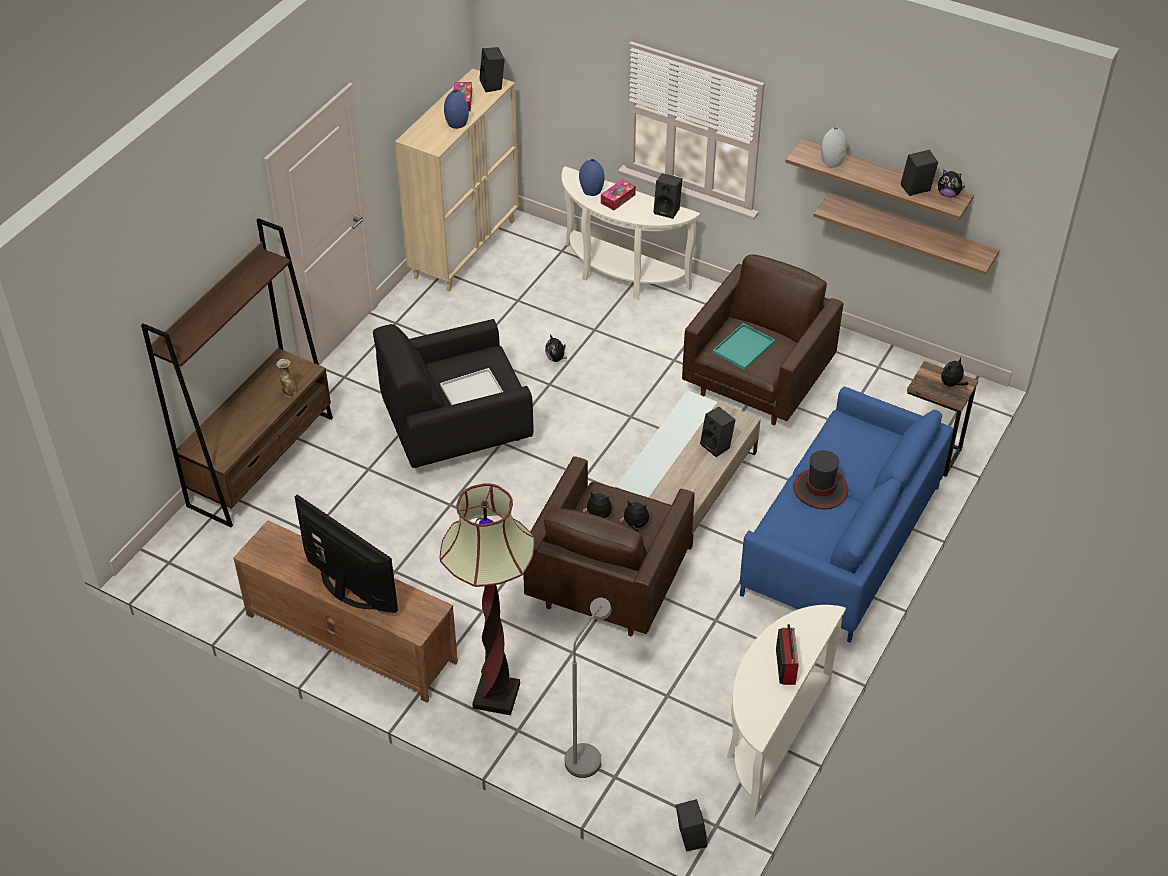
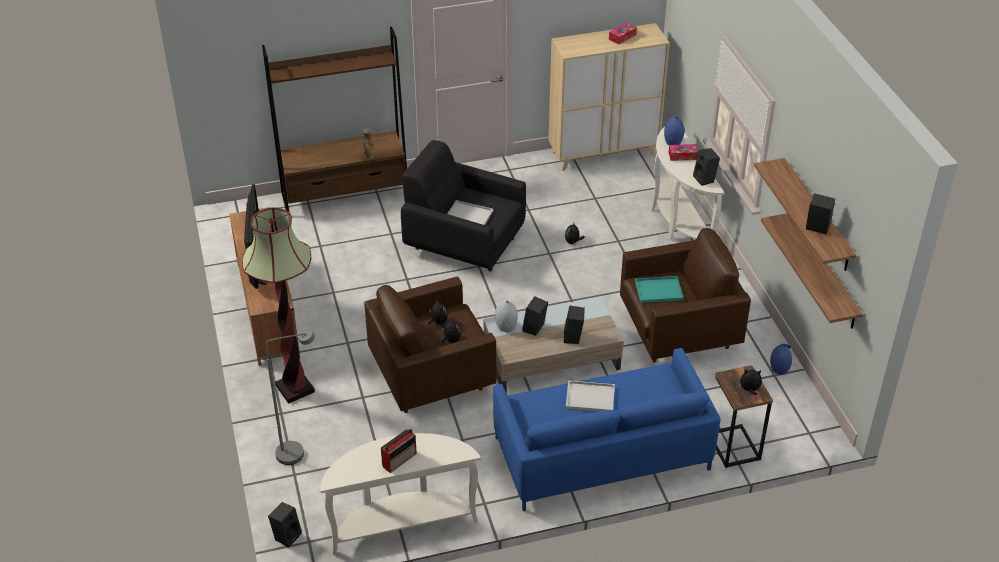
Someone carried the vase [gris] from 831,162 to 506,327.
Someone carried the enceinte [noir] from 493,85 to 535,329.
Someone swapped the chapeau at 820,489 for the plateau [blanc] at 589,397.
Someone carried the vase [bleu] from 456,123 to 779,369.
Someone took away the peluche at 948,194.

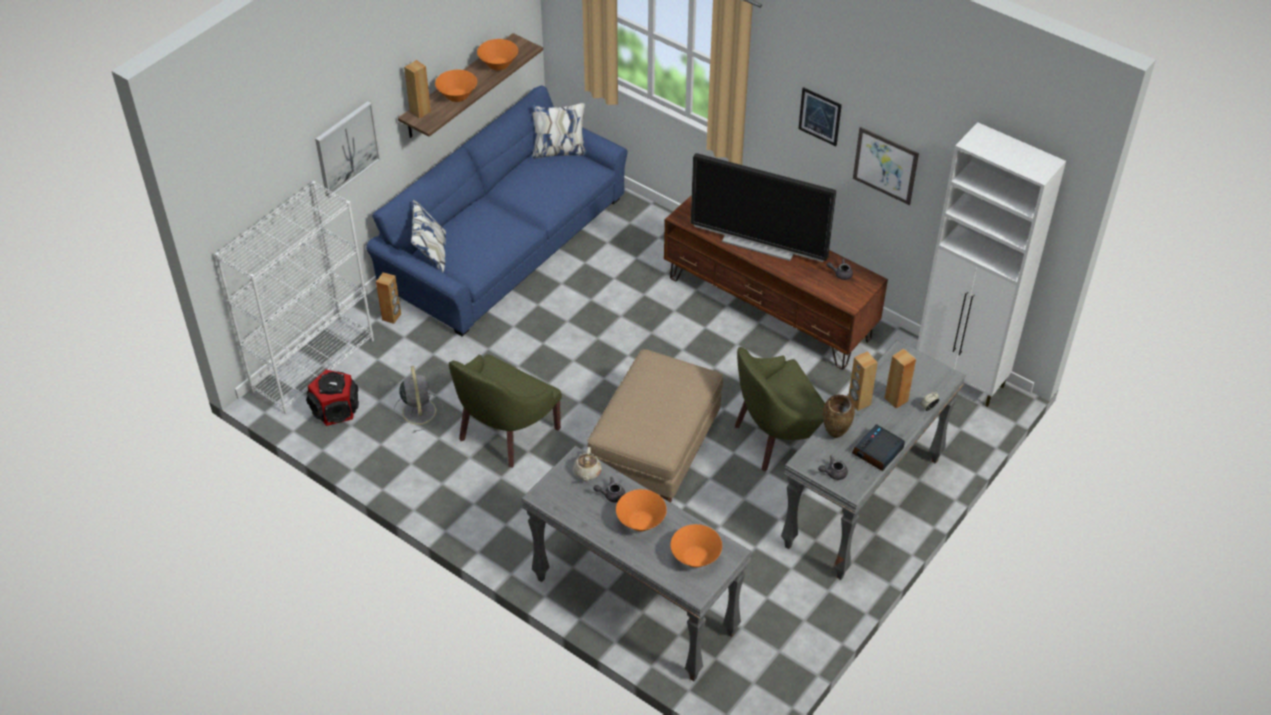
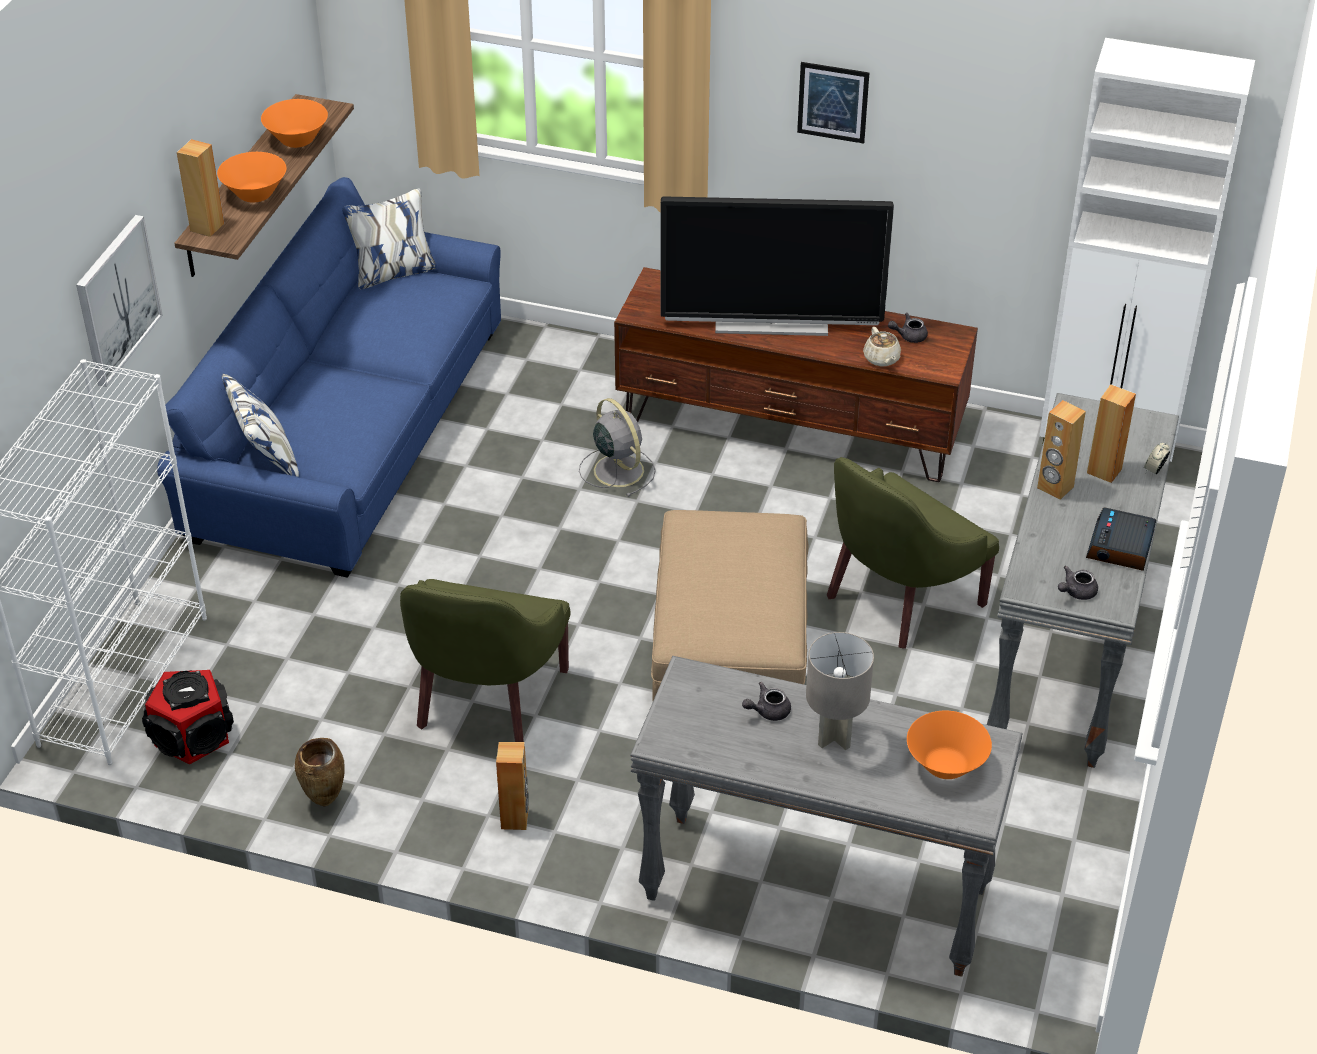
Someone carried the vase [marron] from 835,435 to 325,802.
Someone carried the enceinte [marron] from 391,317 to 515,818.
Someone carried the ventilateur [gris] from 419,410 to 617,469.
Someone swapped the bol [orange] at 641,522 for the lampe de table [gris] at 835,737.
Someone carried the théière [beige] from 587,472 to 882,359.
Someone took away the tableau at 885,165.

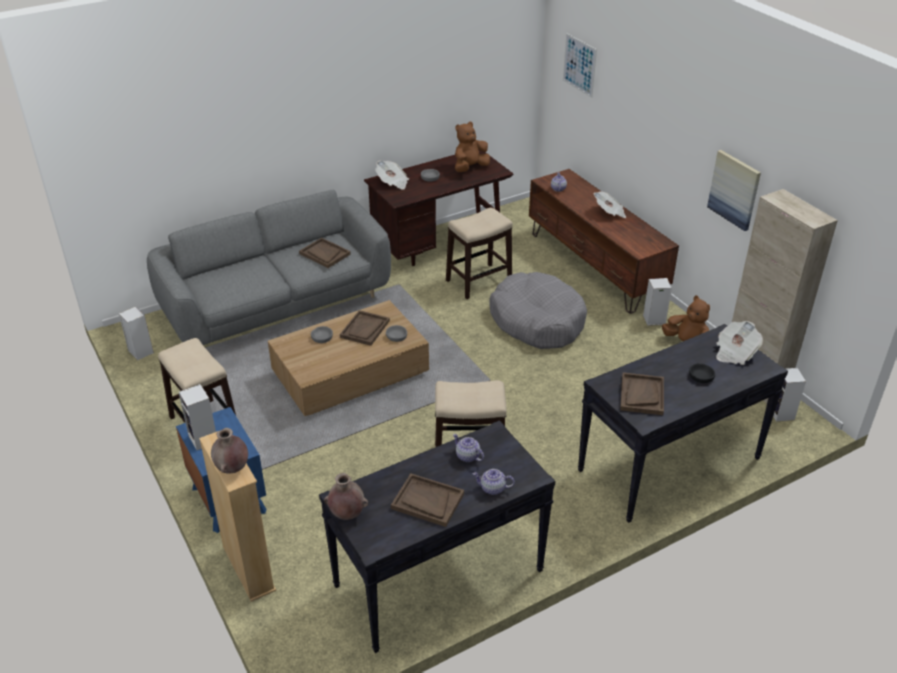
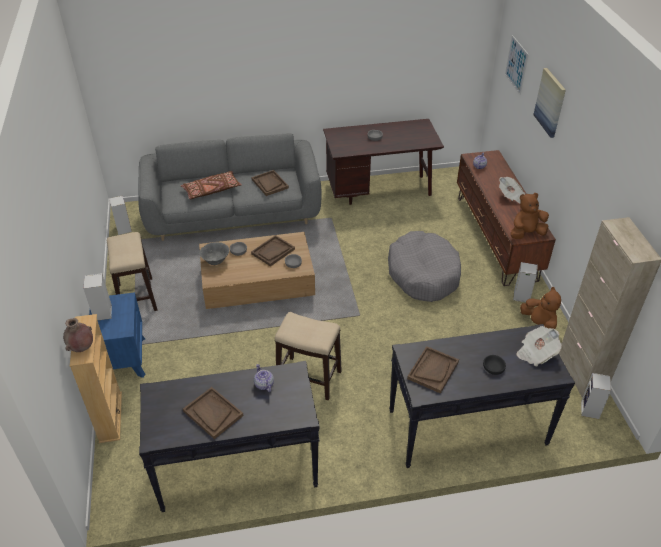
Someone put down the coussin [marron] at 211,190.
Someone put down the bol [gris] at 215,261.
Someone carried the peluche [marron] from 470,168 to 526,234.
Someone carried the tableau from 734,189 to 550,102.
Someone took away the vase [marron] at 347,514.
Someone took away the journal at 392,183.
Someone took away the tabouret at 478,281.
Someone took away the théière at 492,489.

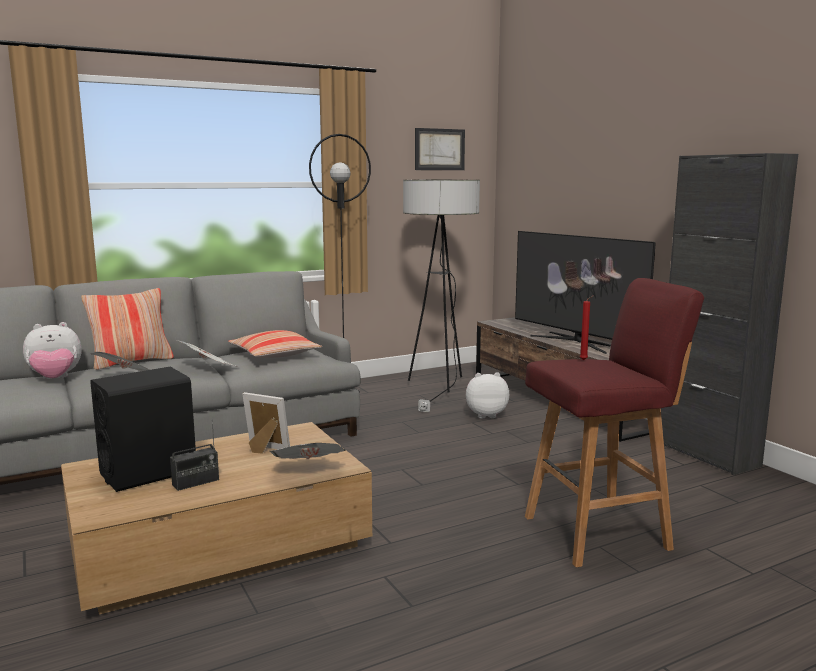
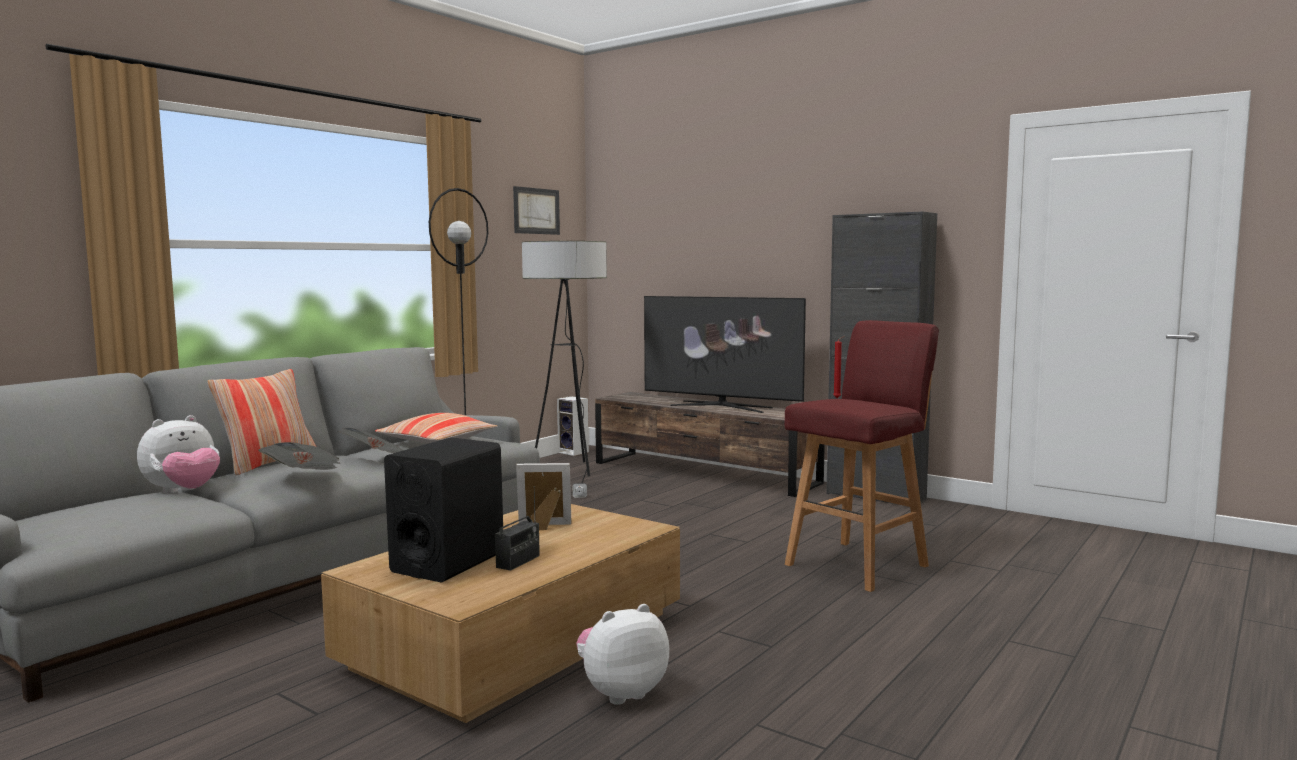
Someone put down the enceinte at 574,452.
Someone carried the peluche from 485,415 to 621,692.
Someone took away the journal at 308,471.

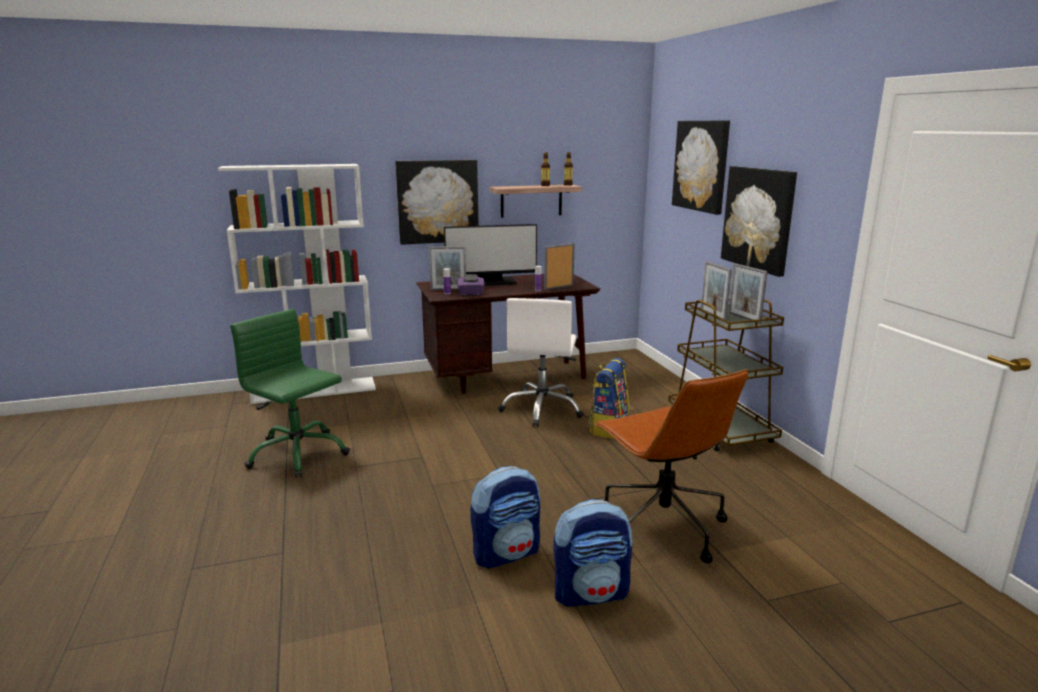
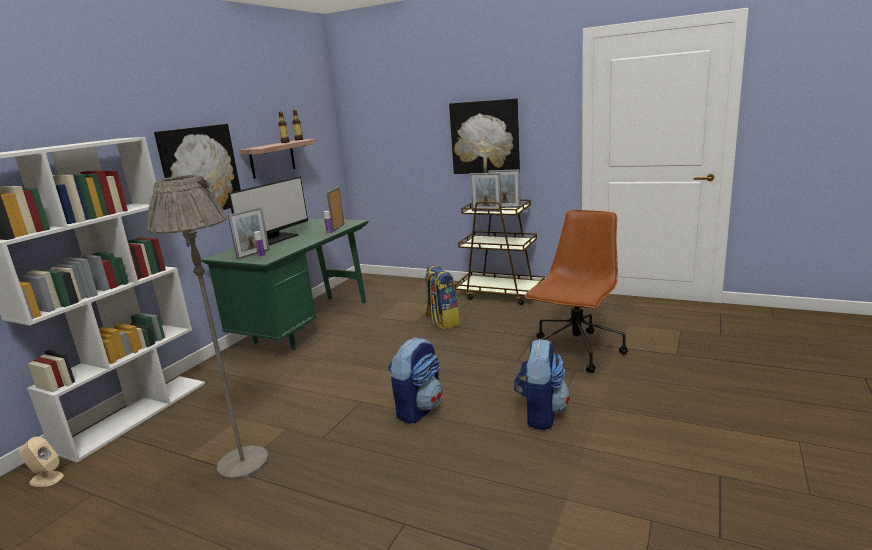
Someone put down the enceinte [beige] at 46,479.
Someone swapped the chaise de bureau [vert] at 297,454 for the lampadaire [gris] at 243,463.
Someone repainted the bureau [marron] at 507,378, which became the bureau [vert] at 307,325.
Someone carried the sac à dos from 591,593 to 419,409.
Someone rotated the chaise de bureau [marron] at 661,526 by 75 degrees counterclockwise.
Someone took away the boîte à mouchoirs [violet] at 471,293.
Someone took away the chaise de bureau [blanc] at 542,409.
Someone took away the tableau at 701,166.

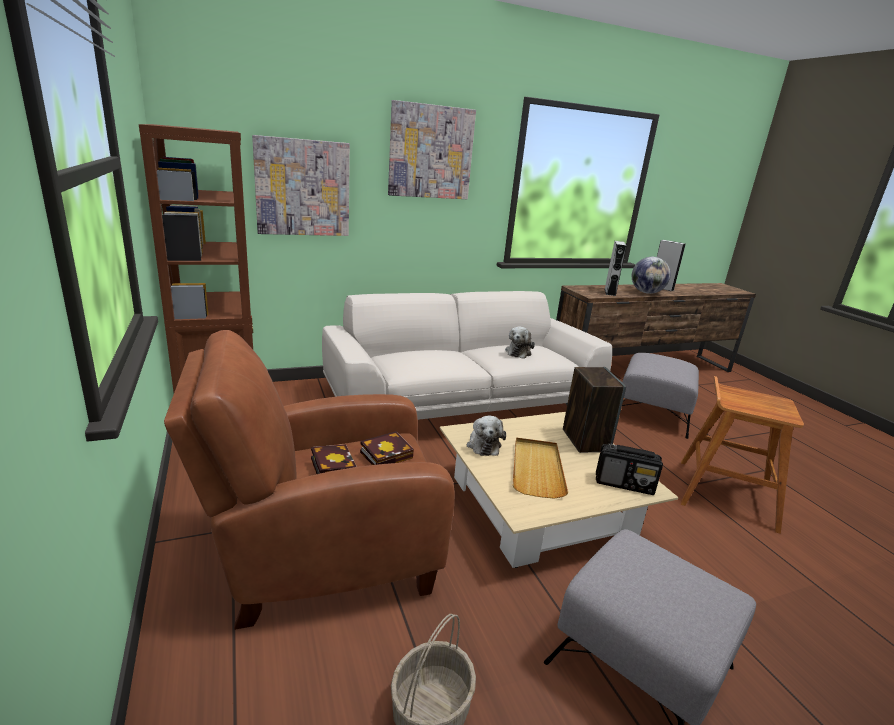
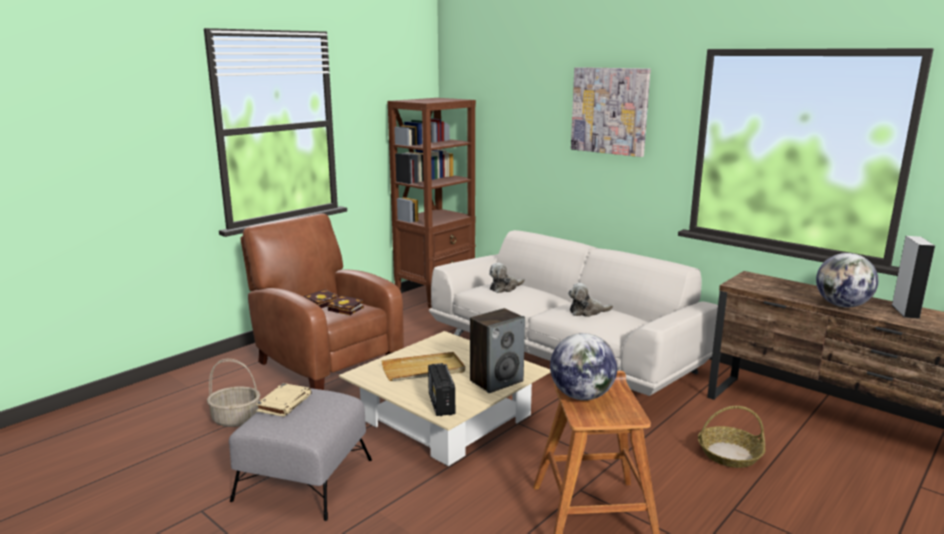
Someone put down the livre [beige] at 284,403.
Someone carried the peluche from 483,444 to 504,288.
Someone put down the globe at 581,396.
Someone swapped the pouf [gris] at 651,414 for the panier at 729,454.
Someone took away the tableau at 303,188.
Someone took away the enceinte [gris] at 610,292.

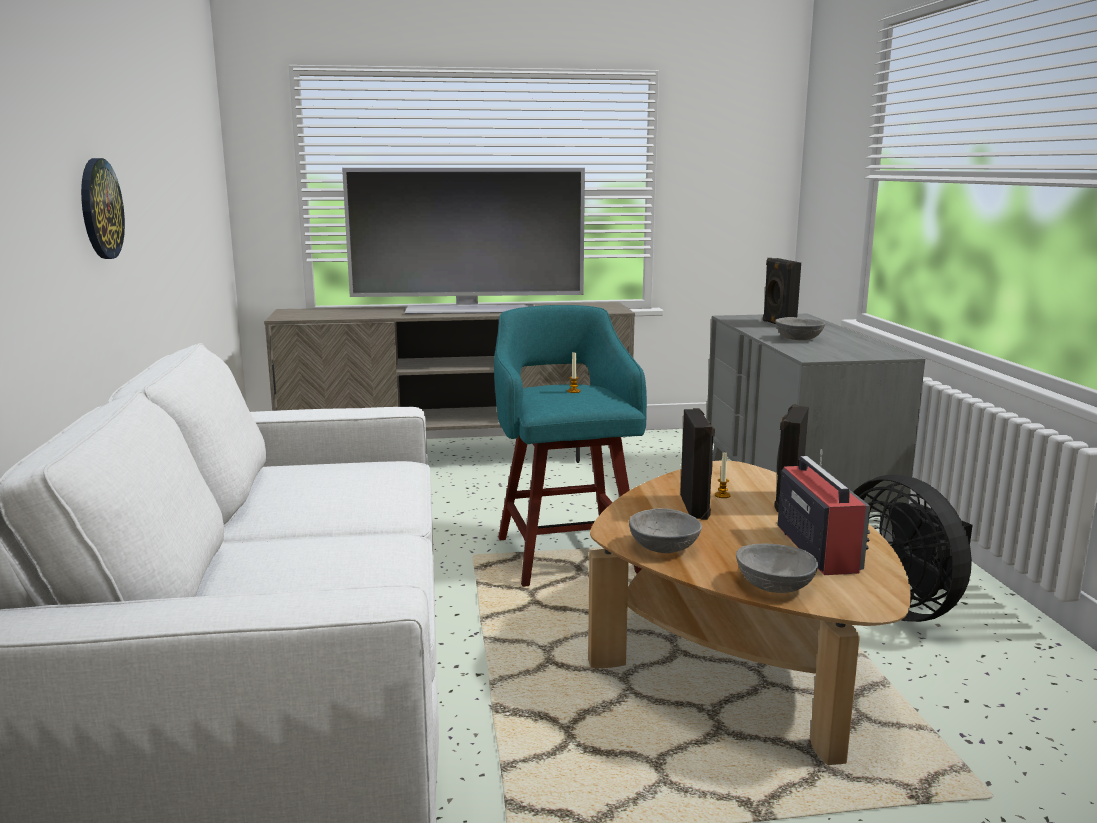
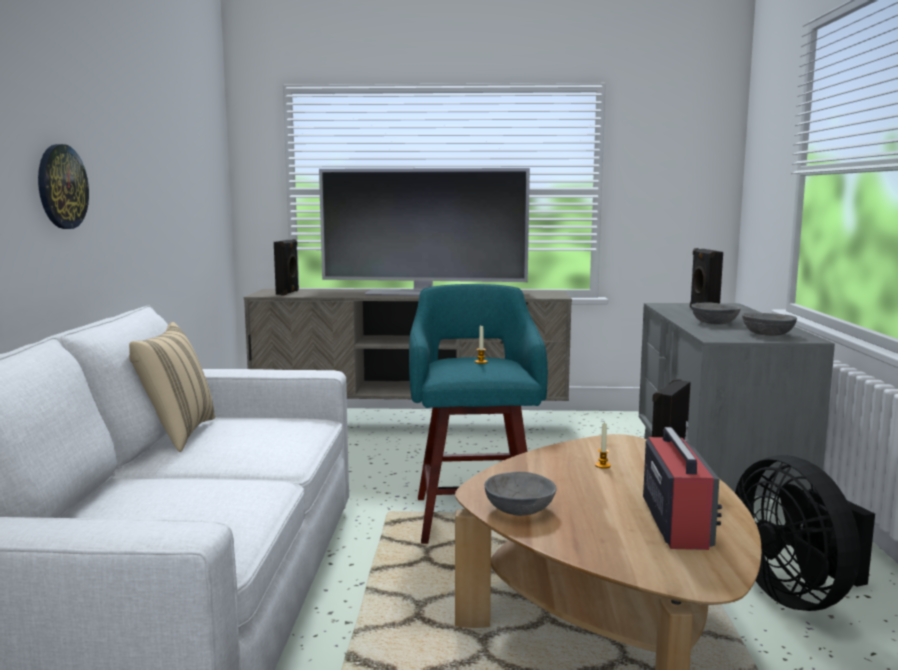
Someone put down the coussin [beige] at 177,434.
Someone carried the enceinte [noir] from 696,507 to 288,293.
Someone carried the bol [gris] from 774,586 to 767,334.

